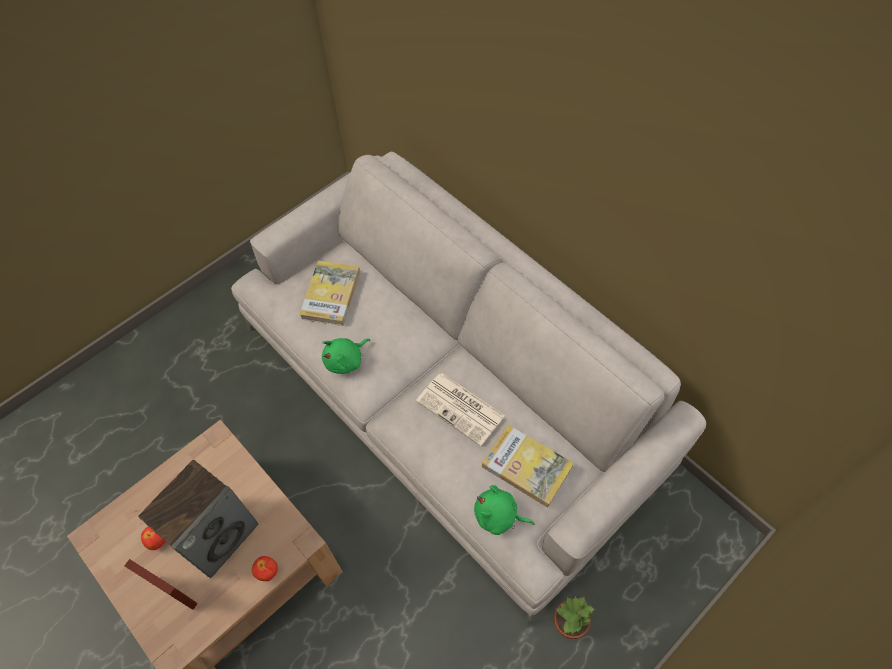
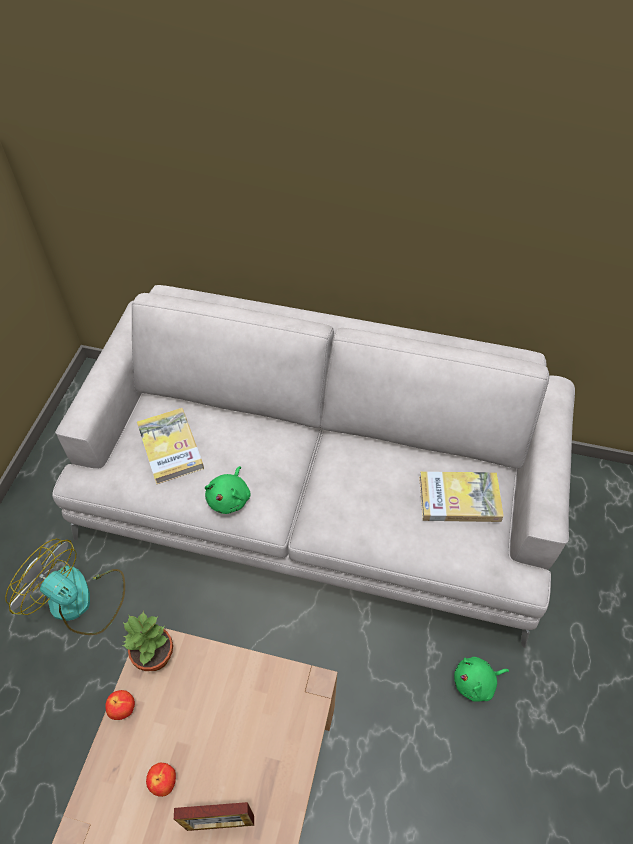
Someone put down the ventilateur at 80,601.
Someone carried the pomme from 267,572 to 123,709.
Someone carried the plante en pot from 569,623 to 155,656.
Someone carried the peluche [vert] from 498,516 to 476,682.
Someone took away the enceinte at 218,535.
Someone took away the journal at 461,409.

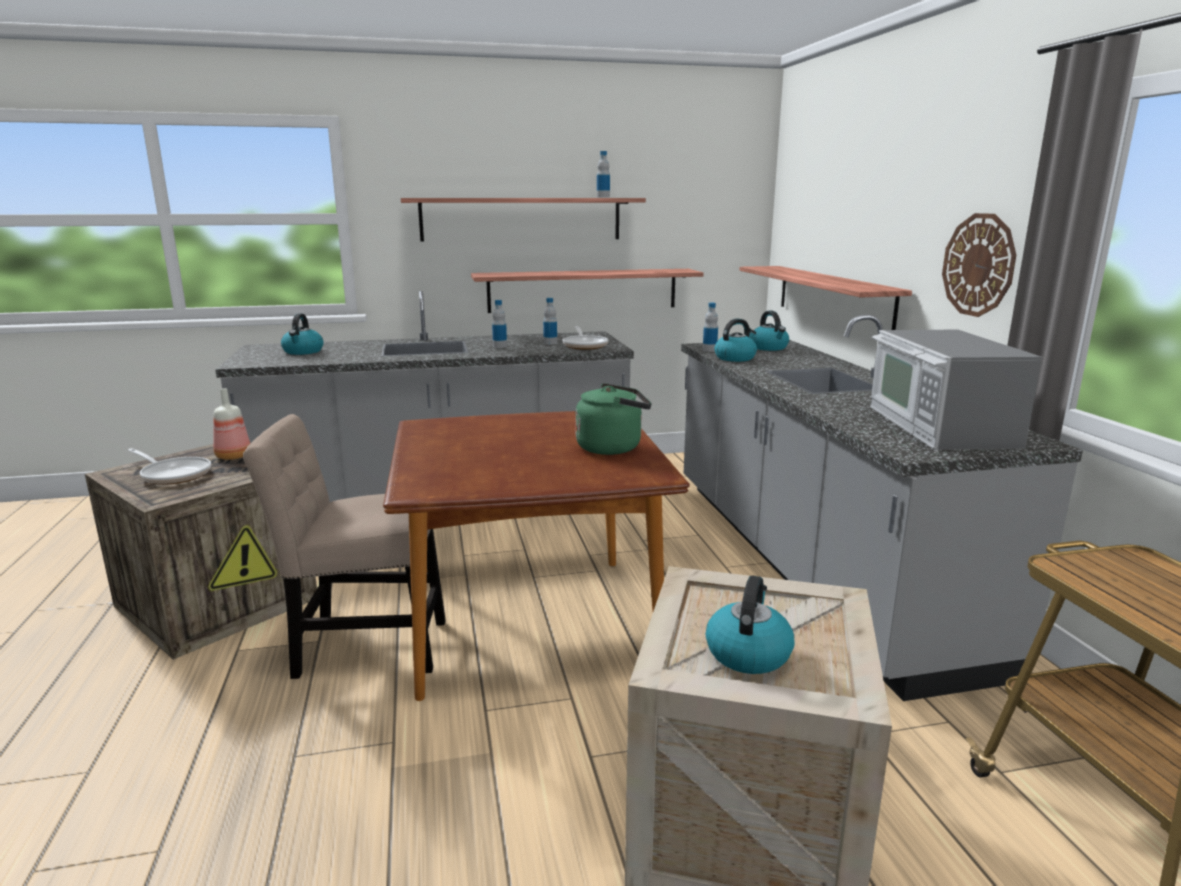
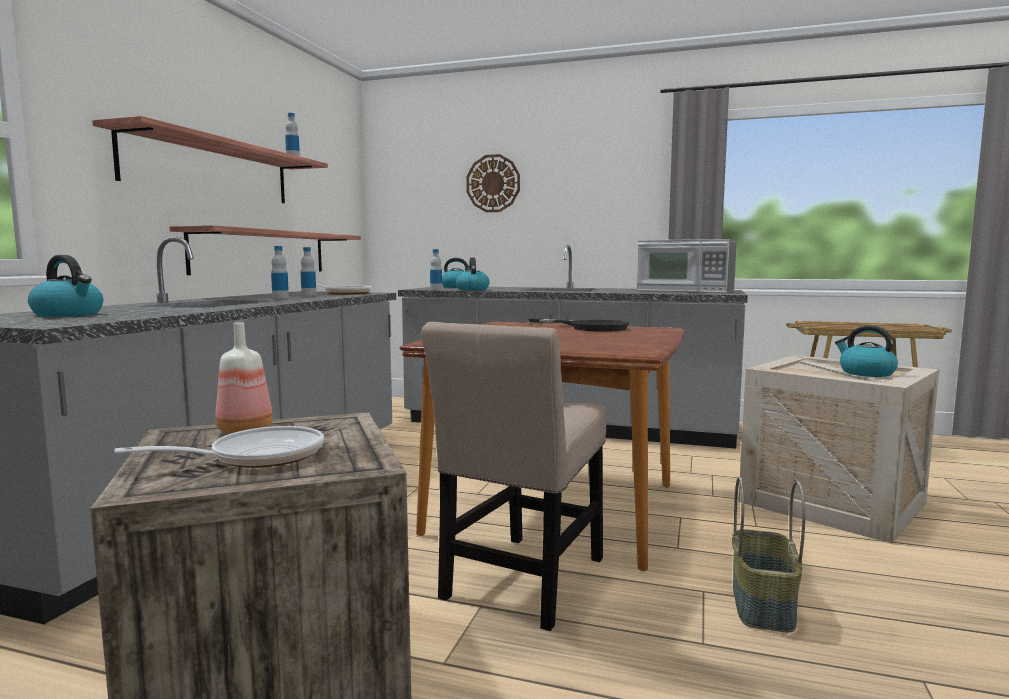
Someone carried the horloge murale from 978,265 to 493,183.
Someone swapped the bouilloire [vert] at 613,447 for the poêle [noir] at 589,327.
Someone put down the panier at 764,605.
Someone took away the étagère at 833,298.

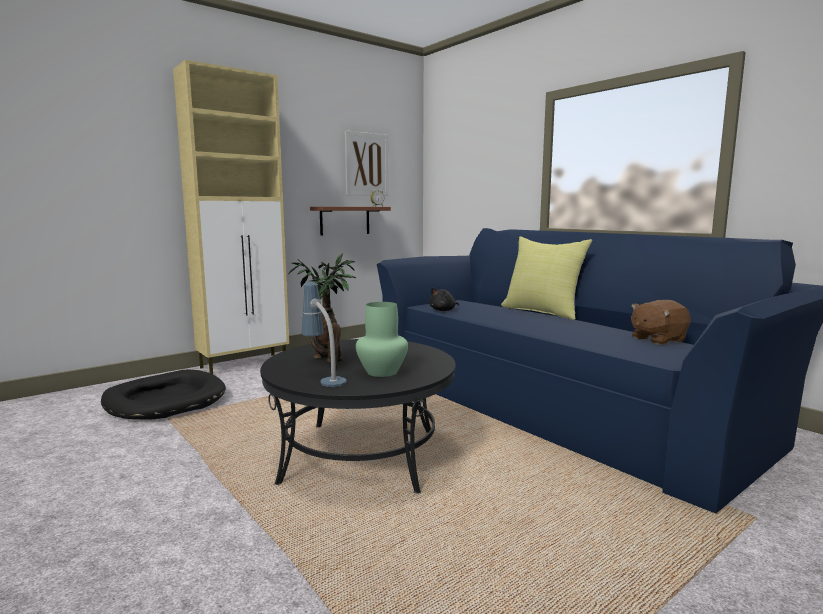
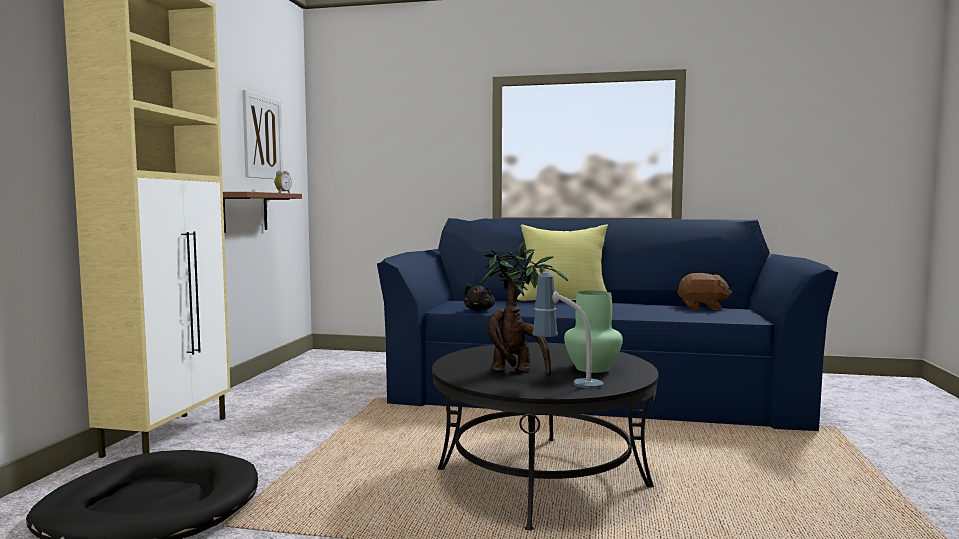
Someone rotated the peluche [marron] at 657,339 by 105 degrees counterclockwise.

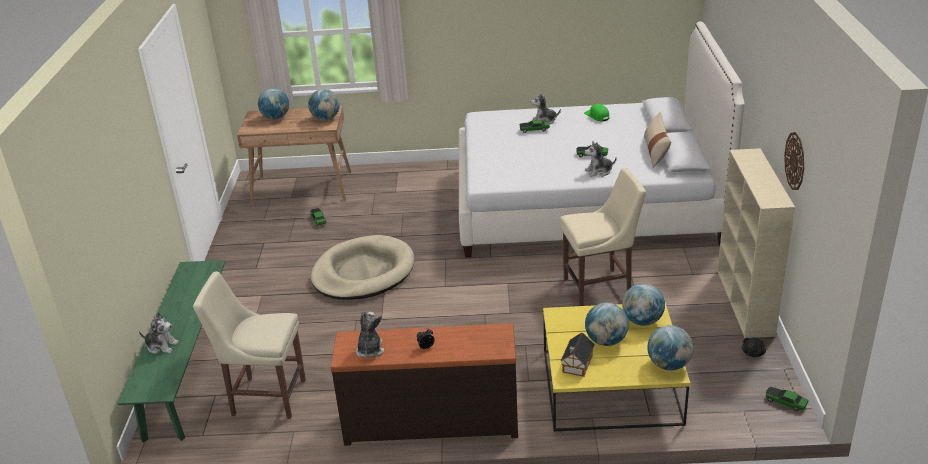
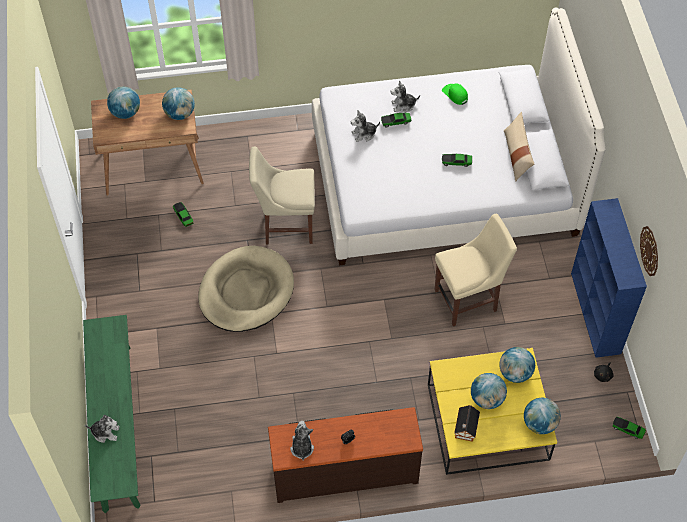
Someone carried the chaise [beige] from 265,397 to 285,225.
Someone carried the peluche from 599,172 to 364,134.
Someone repainted the bibliothèque [beige] at 745,303, which became the bibliothèque [bleu] at 596,313.

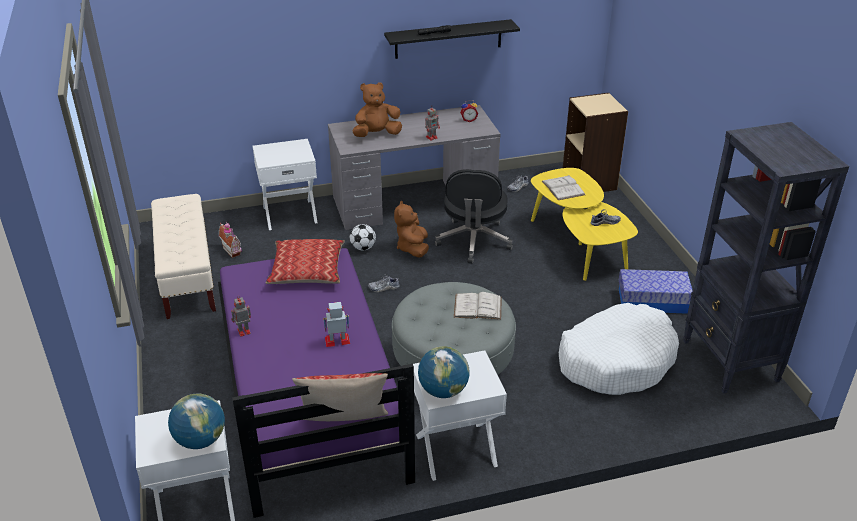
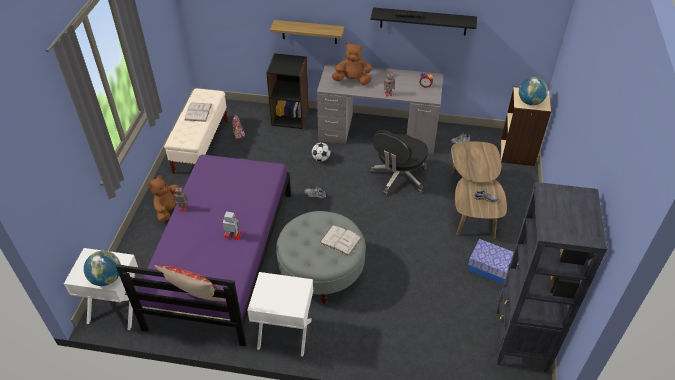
Someone carried the peluche [marron] from 413,248 to 169,210.
Someone carried the livre [blanc] from 563,188 to 198,112.
Someone swapped the table de chevet [blanc] at 290,214 for the bibliothèque [noir] at 290,117.
Someone put up the étagère at 309,32.
Someone repainted the table basse [jaune] at 577,244, which became the table basse [marron] at 472,203.
Someone carried the globe from 443,390 to 530,102.
Someone took away the coussin at 307,270.
Someone took away the panier pour chien [blanc] at 616,360.

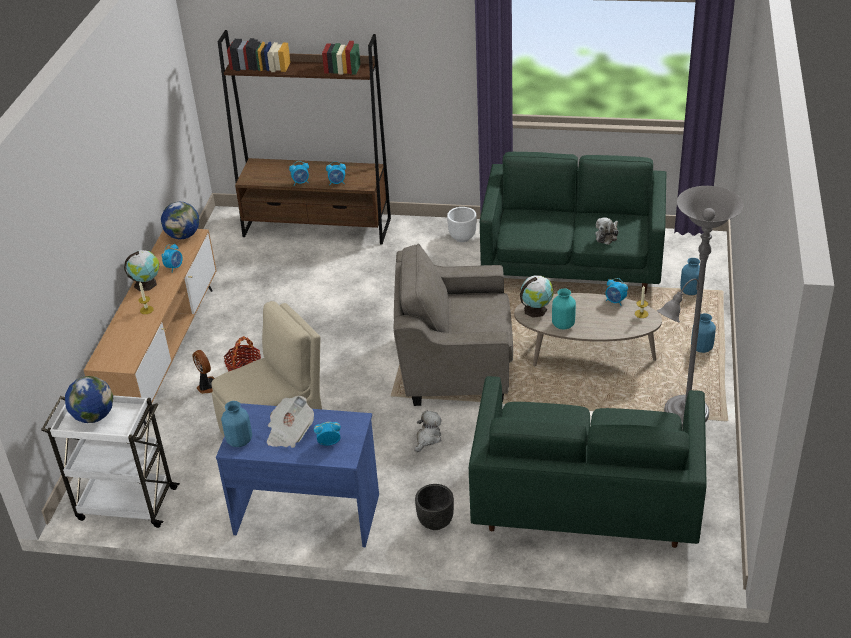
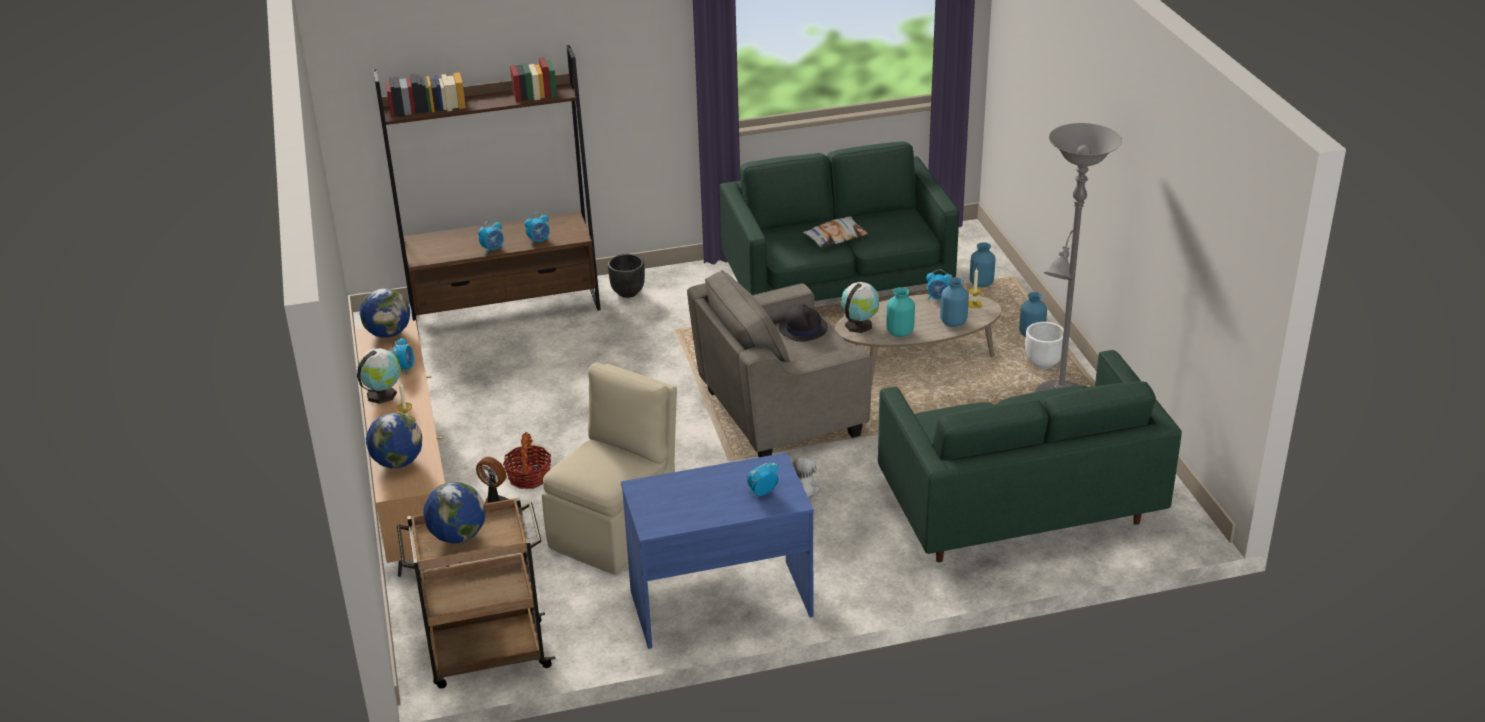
Someone put down the globe at 397,462.
Someone repainted the chariot [blanc] at 125,503, which became the chariot [marron] at 486,655.
Someone carried the cache-pot [noir] from 435,523 to 627,293.
Someone put down the chapeau [noir] at 803,328.
Someone put down the coussin at 835,237.
Someone carried the vase [bleu] from 240,441 to 953,322.
Someone carried the cache-pot [blanc] from 462,237 to 1043,363.
Someone took away the journal at 289,432.
Someone took away the peluche at 607,236.

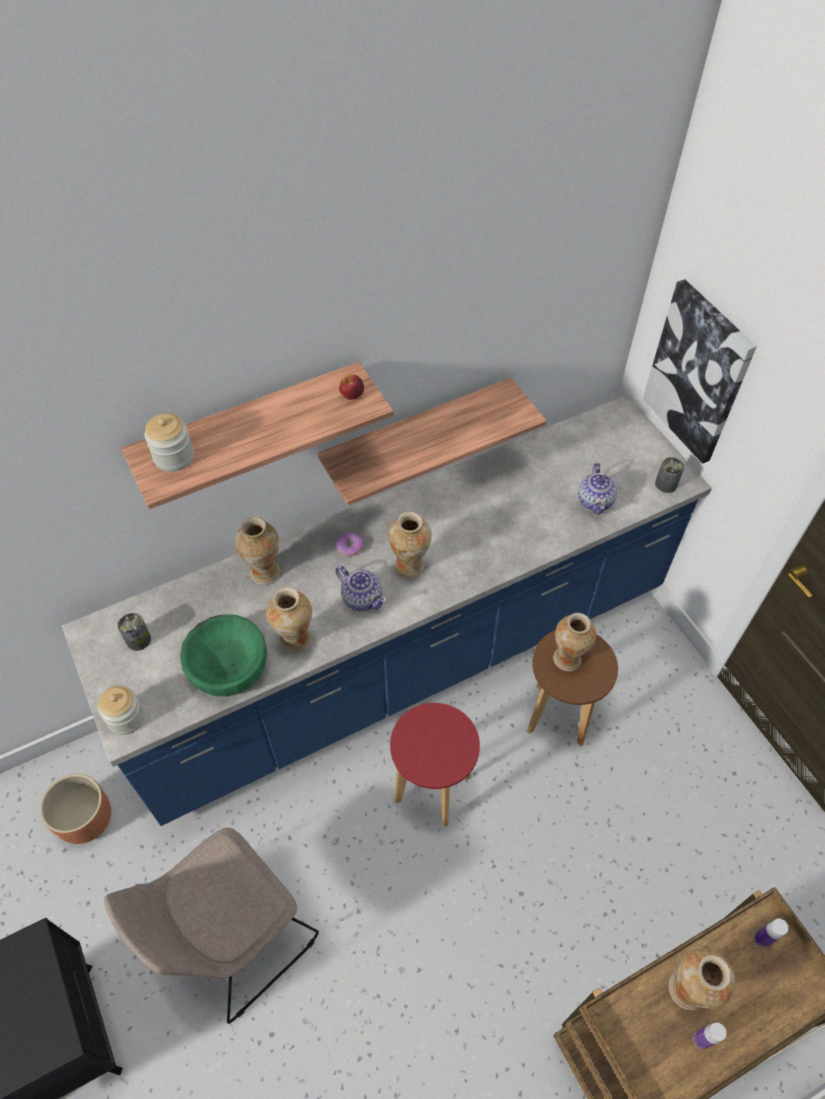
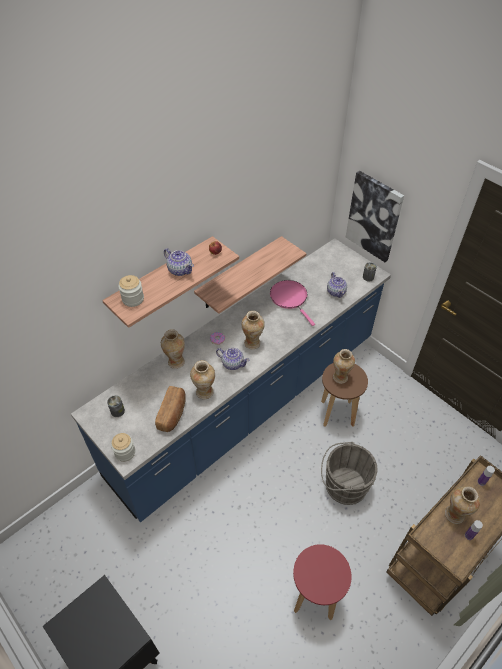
Someone swapped the bol [vert] at 228,667 for the pain at 173,414.
Someone put down the théière at 180,270.
Someone put down the poêle [rose] at 290,298.
Someone carried the tabouret [rouge] from 432,789 to 314,596.
Someone put down the seau [gris] at 343,485.
Someone took away the cache-pot [marron] at 86,819.
Someone took away the chaise [beige] at 234,938.

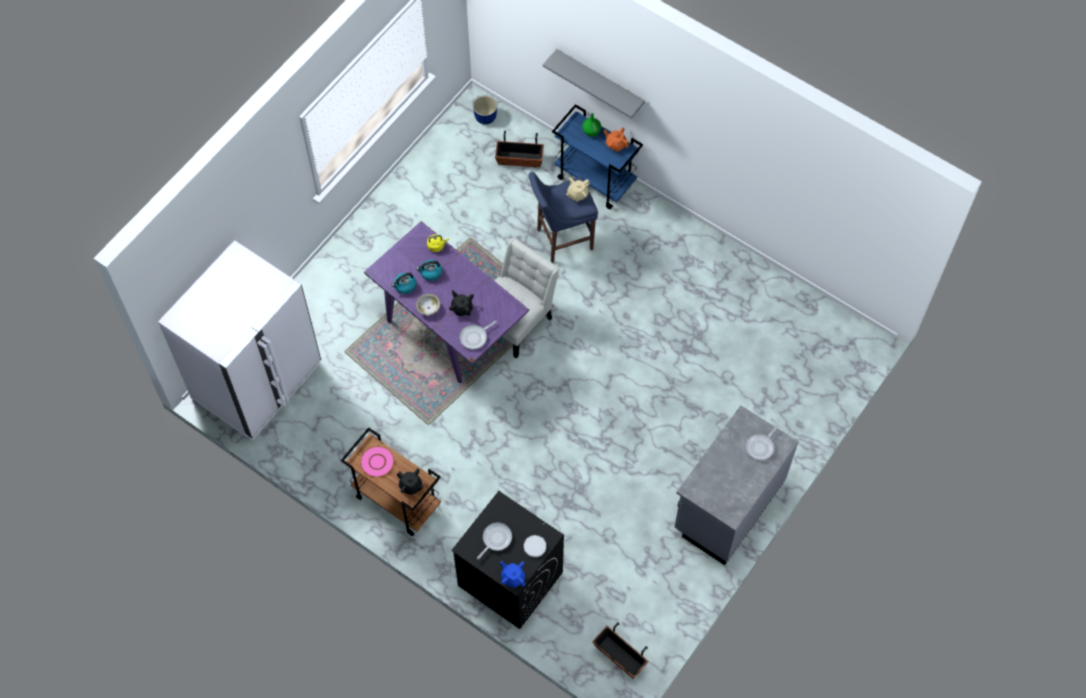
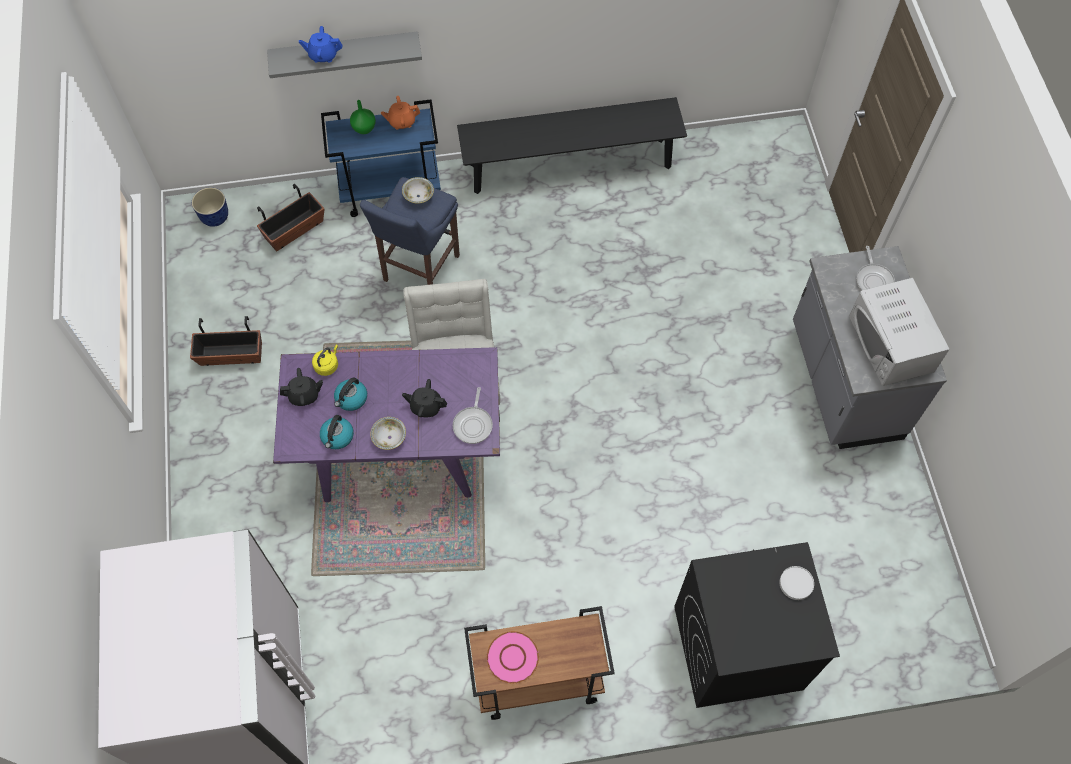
Someone carried the cache-pot from 620,657 to 231,355.
Someone carried the théière [noir] from 411,486 to 304,395.
Someone carried the théière [bleu] from 513,577 to 323,55.
Someone swapped the théière [beige] at 577,194 for the bol at 418,196.
Someone put down the banc [noir] at 570,165.
Someone put down the micro-ondes [blanc] at 891,343.
Someone took away the poêle at 495,539.

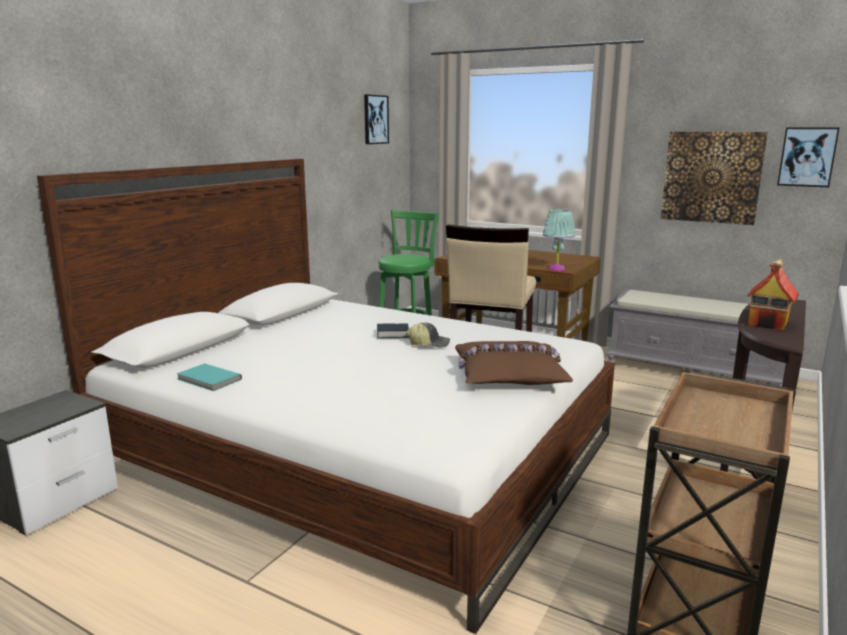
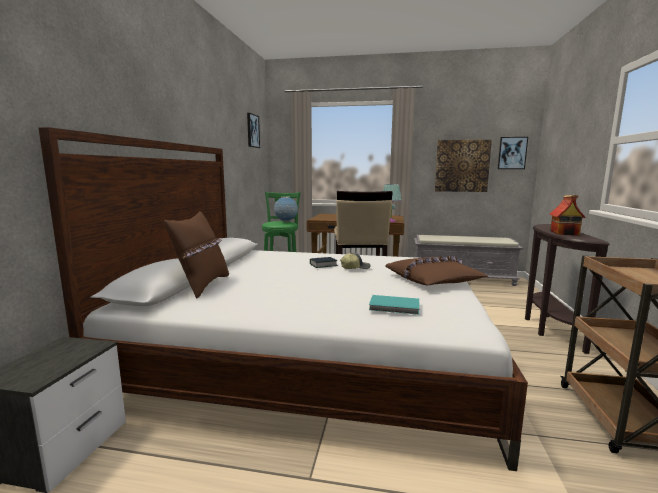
Someone put down the coussin [marron] at 202,285.
Someone put down the globe at 286,222.
Someone carried the livre [turquoise] from 208,380 to 395,307.

